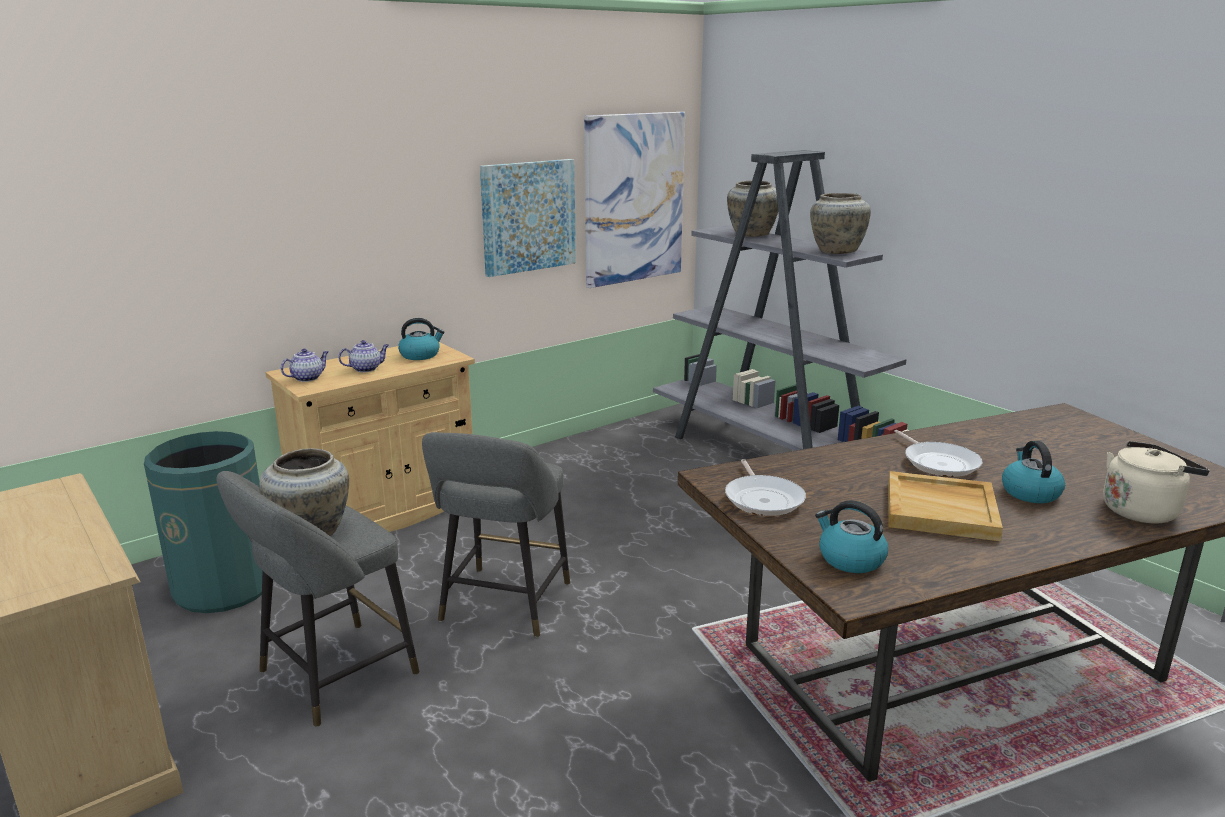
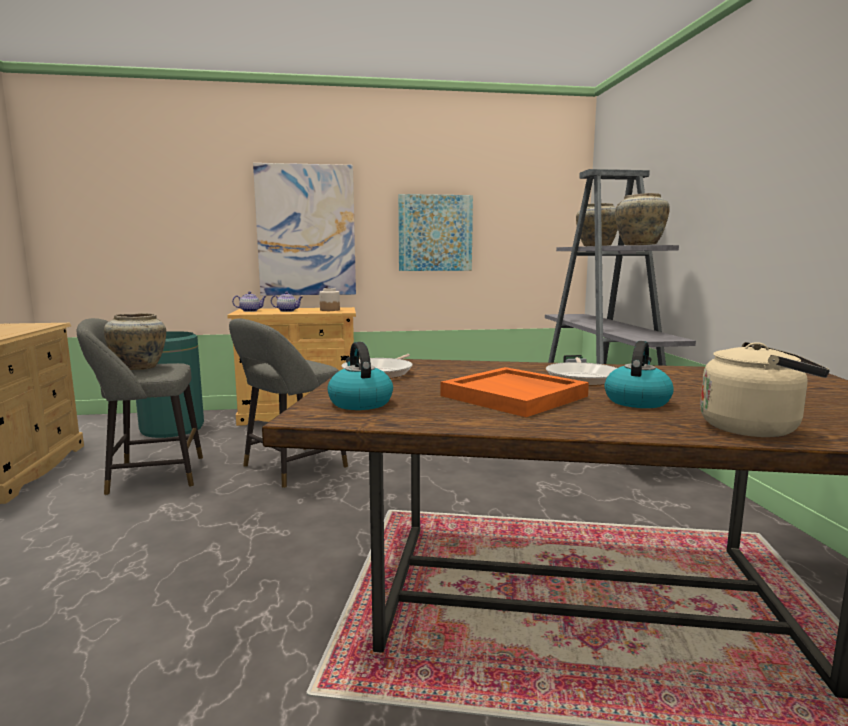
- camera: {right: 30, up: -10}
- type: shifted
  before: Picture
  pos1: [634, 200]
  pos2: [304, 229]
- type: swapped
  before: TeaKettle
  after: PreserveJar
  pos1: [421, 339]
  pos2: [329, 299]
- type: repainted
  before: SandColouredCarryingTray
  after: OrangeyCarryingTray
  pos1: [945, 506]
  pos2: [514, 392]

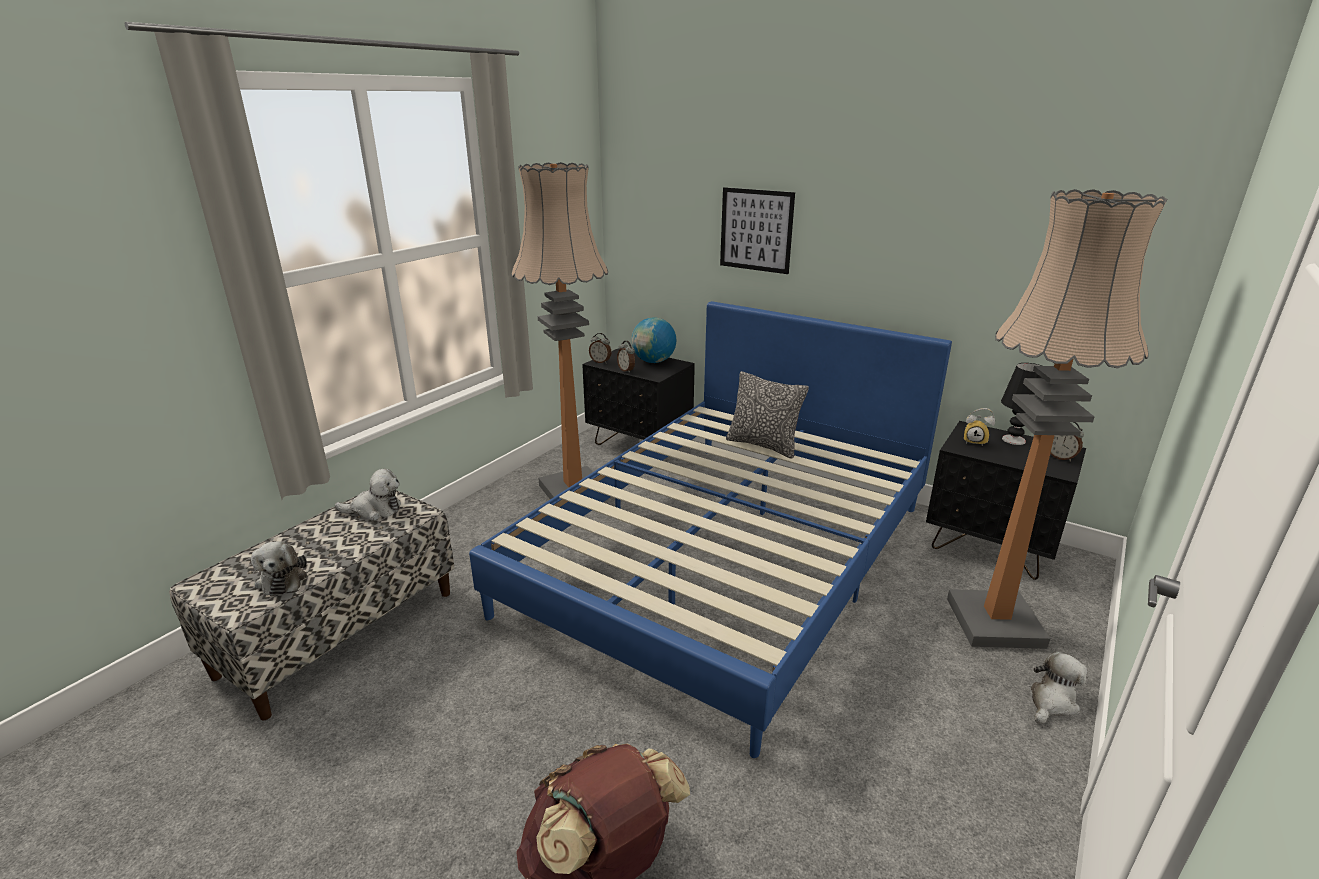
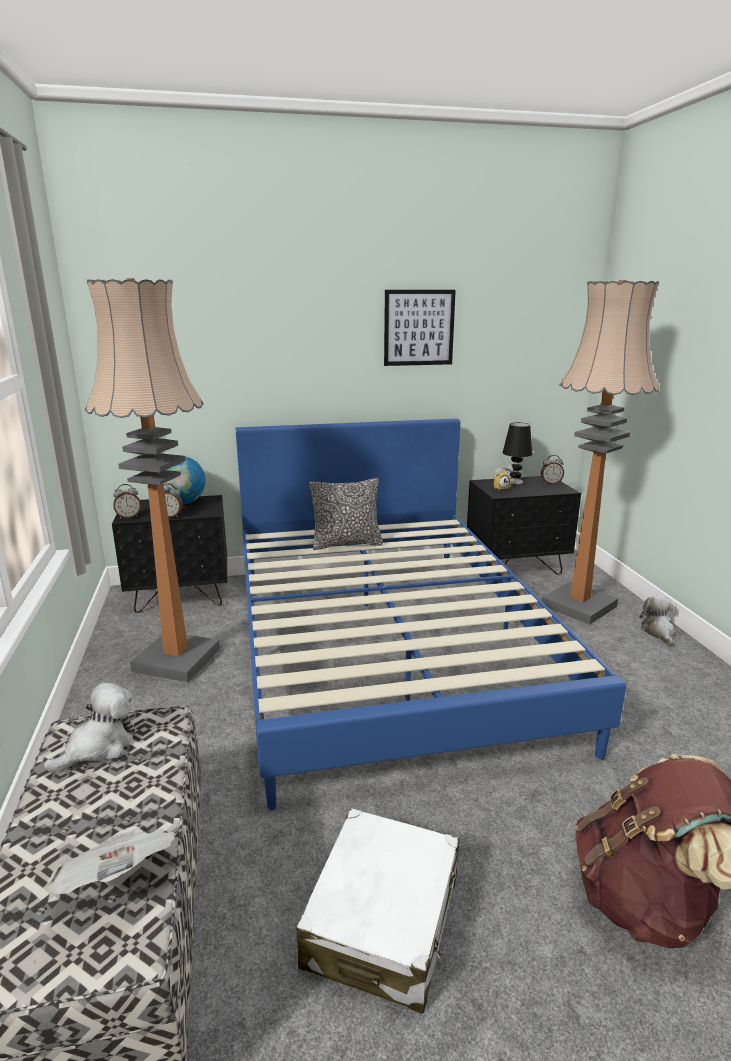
- camera: {right: -45, up: -5}
- type: swapped
  before: PlushToy
  after: DailyPaper
  pos1: [279, 568]
  pos2: [110, 860]
- type: new
  after: WhitishTravelCase
  pos2: [378, 910]
- type: shifted
  before: Picture
  pos1: [757, 230]
  pos2: [420, 328]

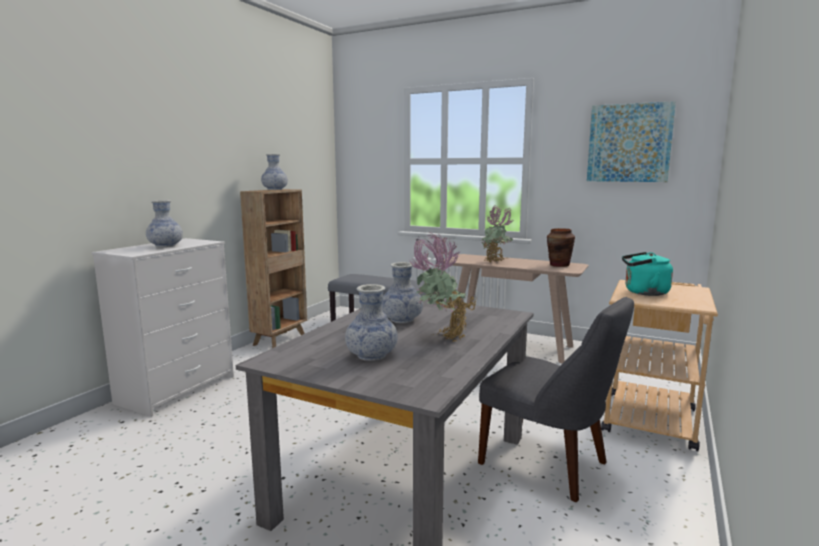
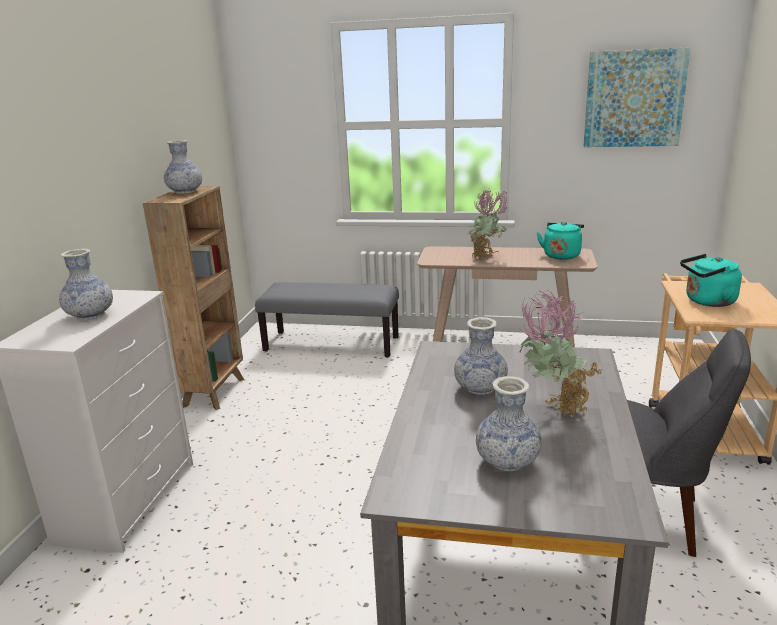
- camera: {right: -15, up: 10}
- type: swapped
  before: BrownishFlowerVase
  after: TurquoiseTeaKettle
  pos1: [561, 247]
  pos2: [560, 241]

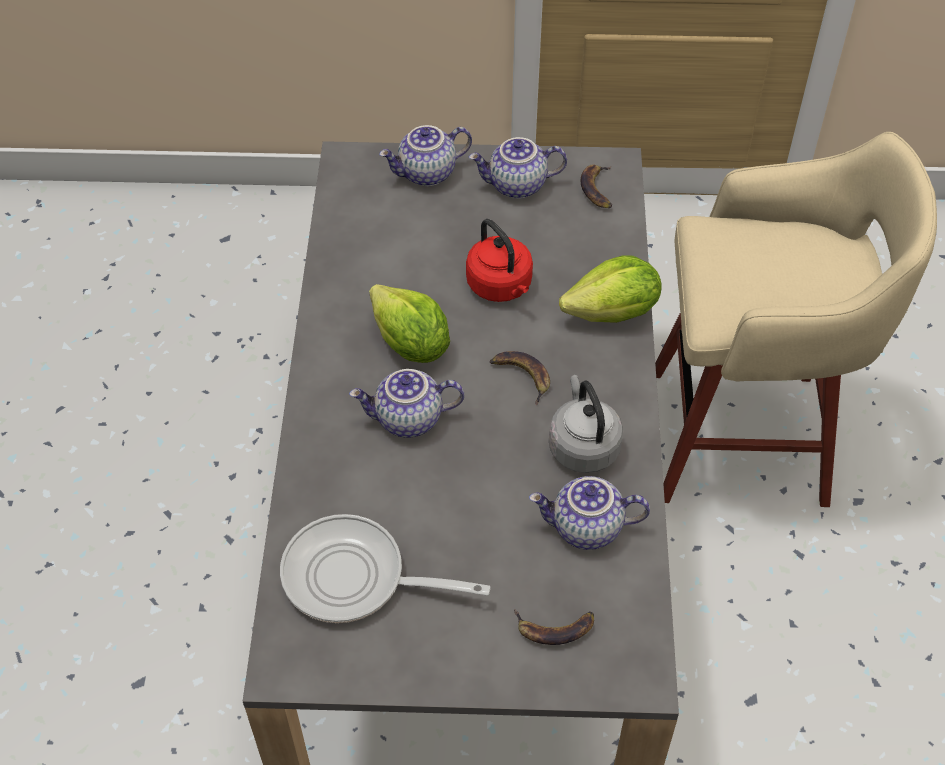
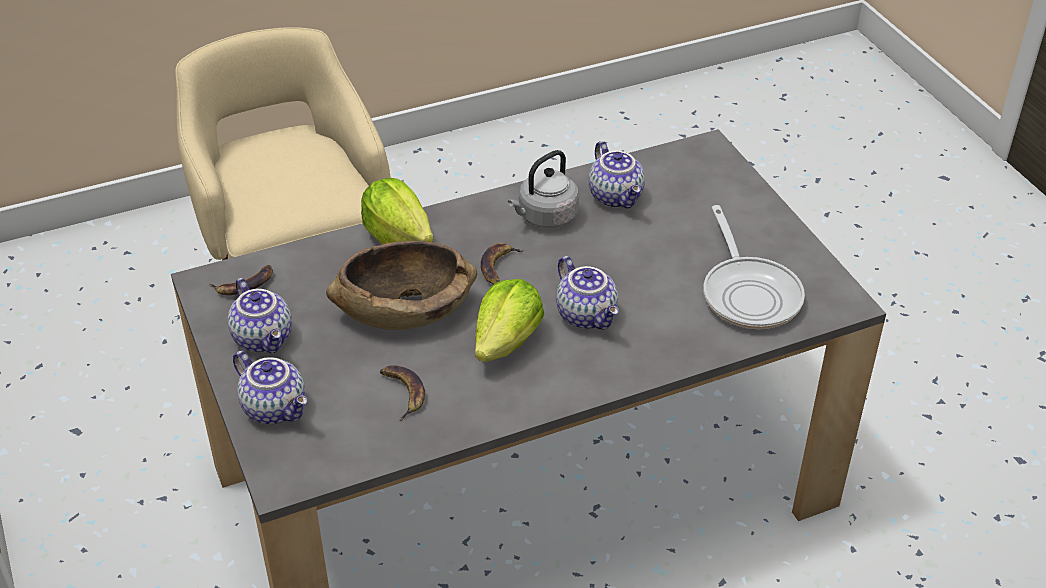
- camera: {right: -115, up: -10}
- type: swapped
  before: RedTeaKettle
  after: BrownishBowl
  pos1: [499, 260]
  pos2: [401, 285]
- type: shifted
  before: BananaFruit
  pos1: [554, 627]
  pos2: [402, 393]

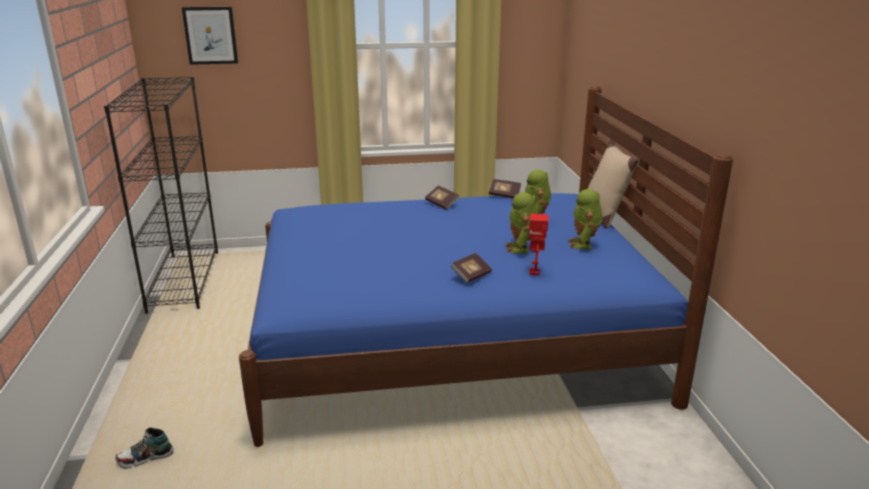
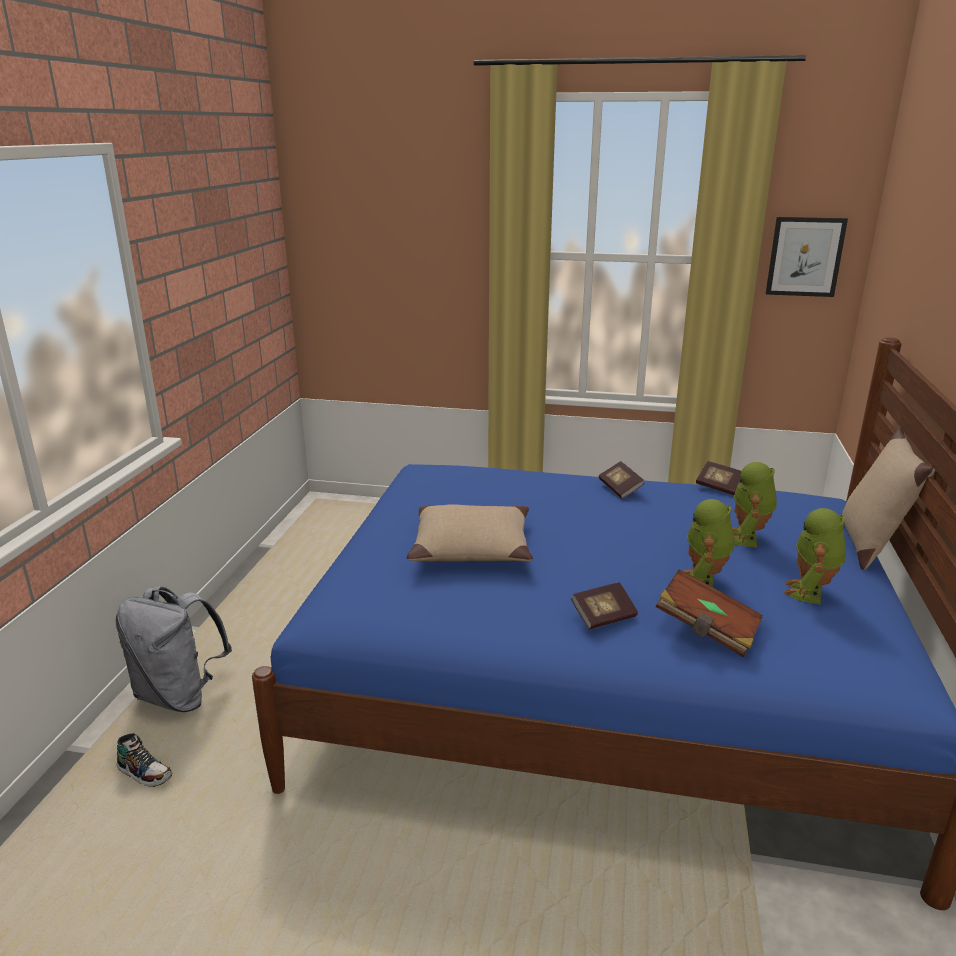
- camera: {right: 20, up: 0}
- type: new
  after: GrayBackpack
  pos2: [174, 649]
- type: rotated
  before: LowShoe
  pos1: [144, 448]
  pos2: [144, 760]
  turn: -150
- type: new
  after: SandColouredThrowPillow
  pos2: [470, 533]
- type: swapped
  before: ModelRobot
  after: BrownishBook
  pos1: [539, 244]
  pos2: [709, 613]
- type: shifted
  before: Picture
  pos1: [210, 36]
  pos2: [807, 257]
- type: gone
  before: BlackColouredBookshelf
  pos1: [161, 195]

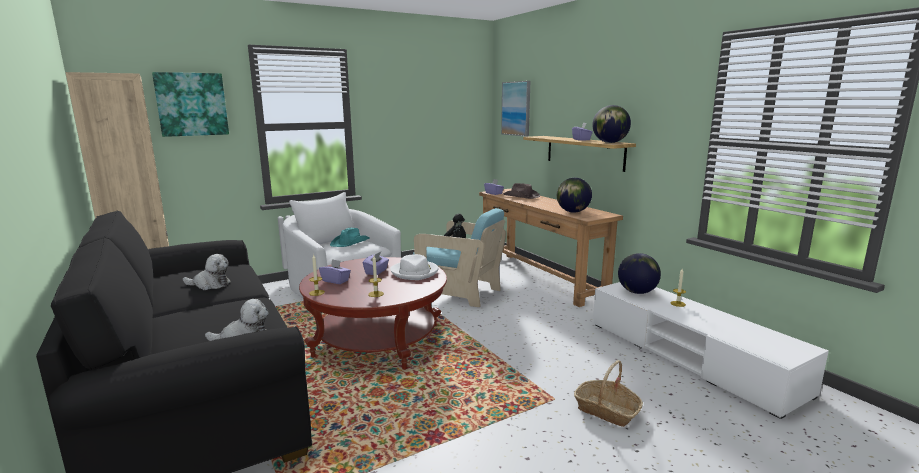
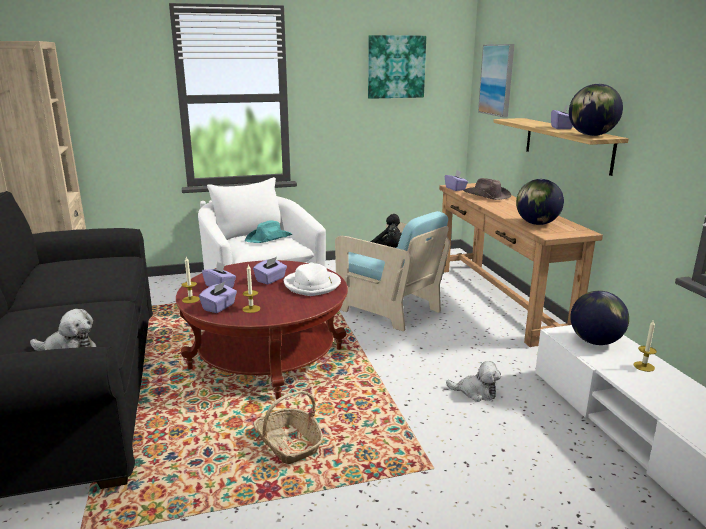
- camera: {right: 15, up: 5}
- type: new
  after: PurpleBoxOfTissues
  pos2: [218, 297]
- type: shifted
  before: StorageBasket
  pos1: [608, 393]
  pos2: [288, 427]
- type: shifted
  before: Picture
  pos1: [190, 104]
  pos2: [397, 67]
- type: shifted
  before: PlushToy
  pos1: [207, 272]
  pos2: [473, 381]

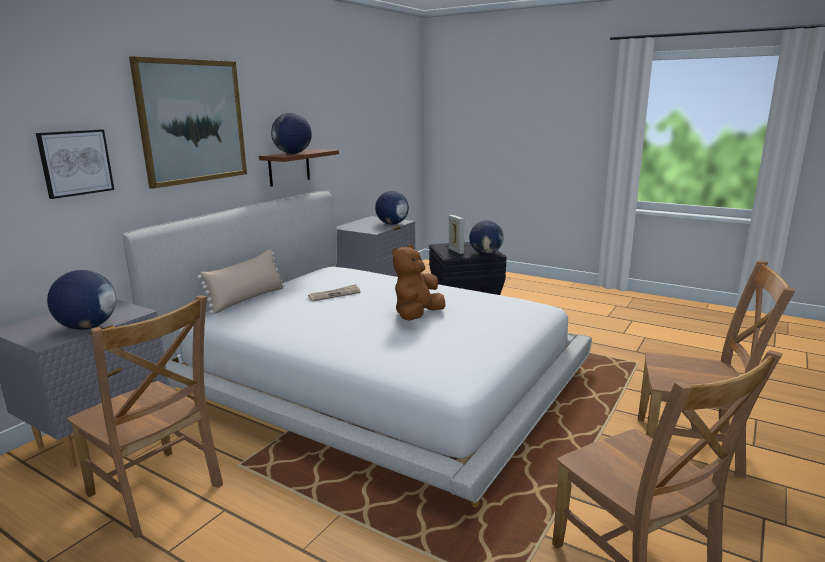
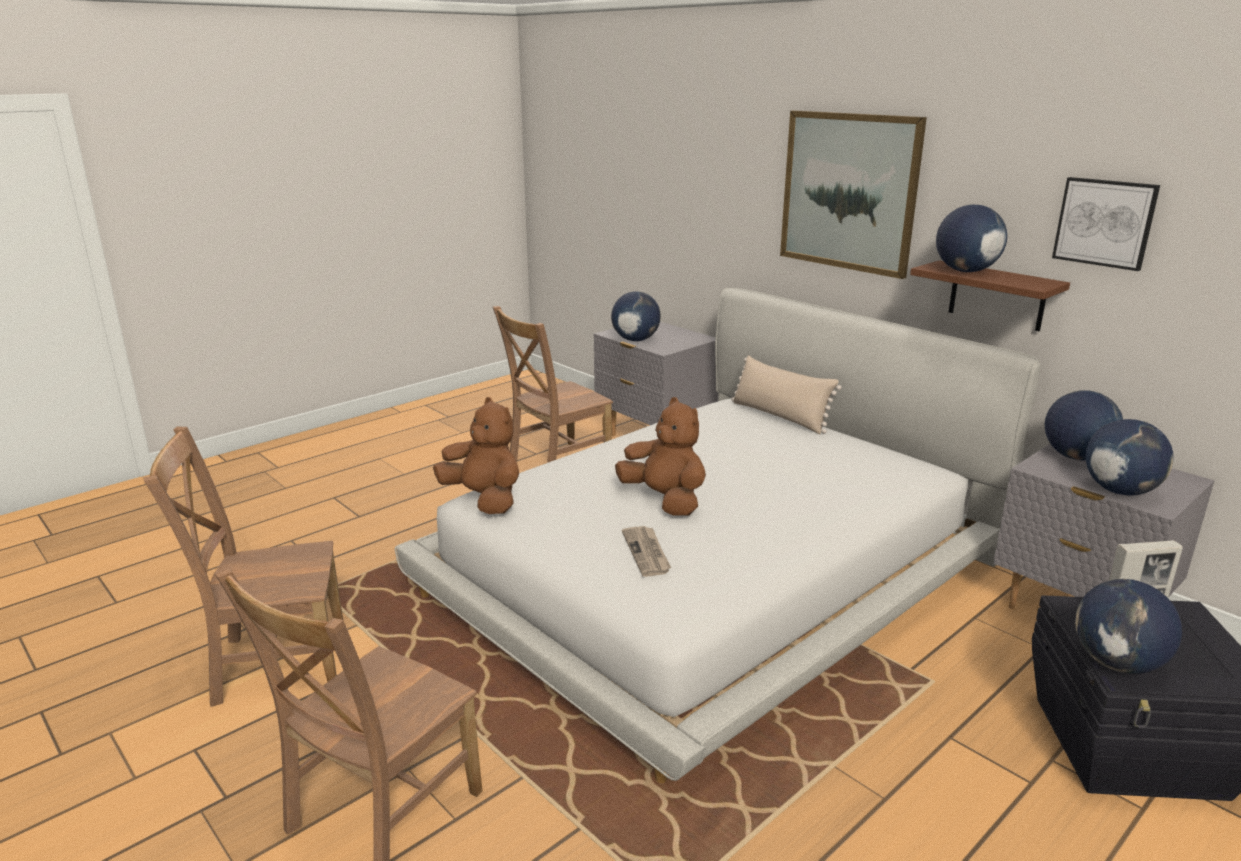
- camera: {right: 105, up: 5}
- type: new
  after: BrownishPlushToy
  pos2: [476, 455]
- type: shifted
  before: DailyPaper
  pos1: [334, 292]
  pos2: [646, 551]
- type: new
  after: Globe
  pos2: [1084, 425]
- type: shifted
  before: Picture
  pos1: [75, 164]
  pos2: [1106, 224]

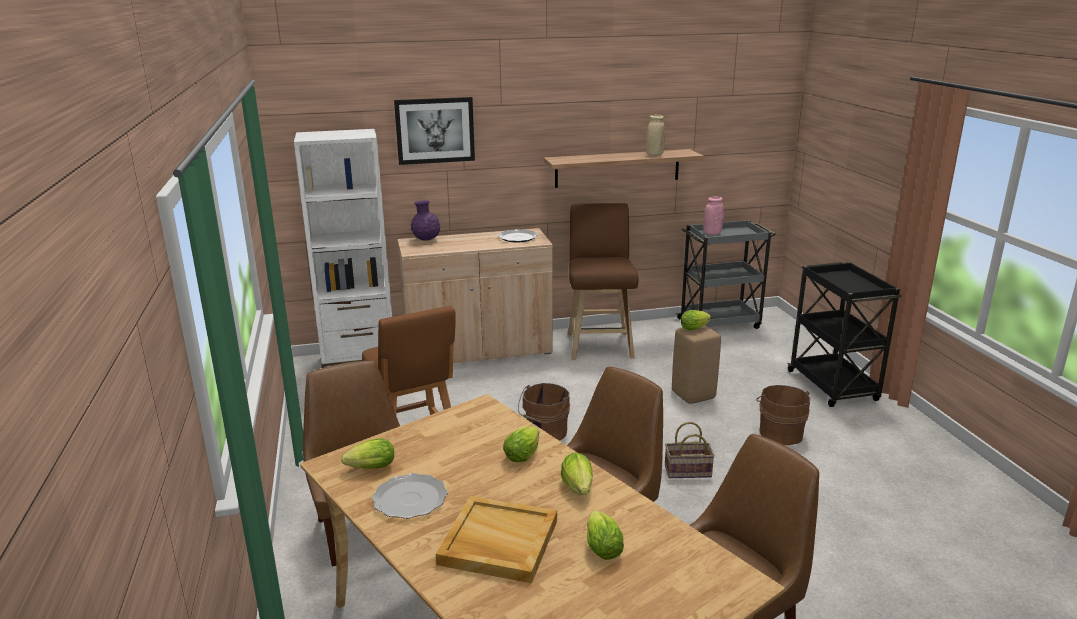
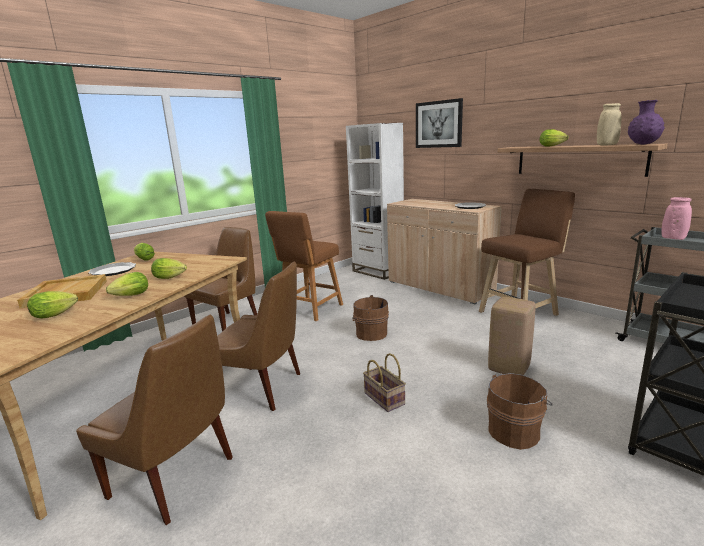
- camera: {right: 60, up: -5}
- type: shifted
  before: Lettuce
  pos1: [696, 320]
  pos2: [553, 138]
- type: shifted
  before: PurpleFlowerVase
  pos1: [425, 220]
  pos2: [646, 122]

